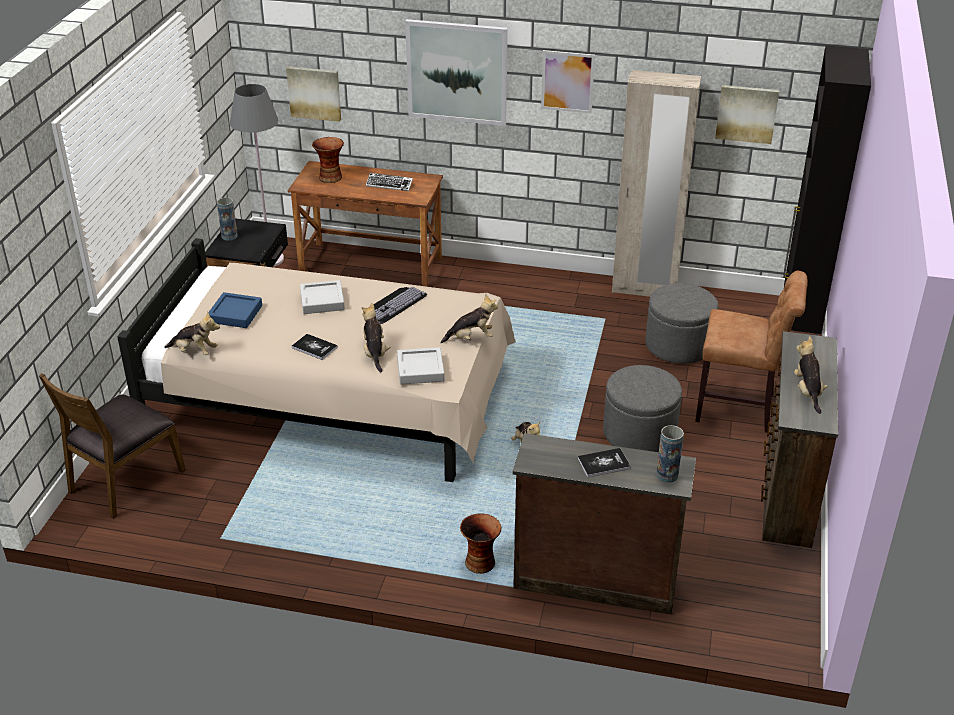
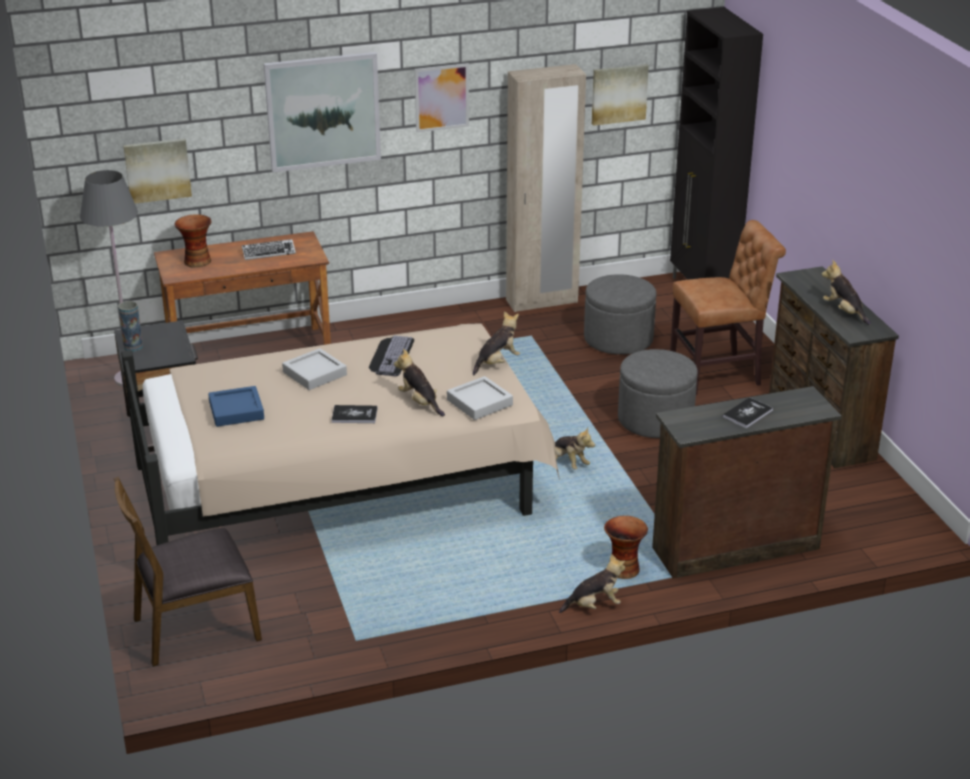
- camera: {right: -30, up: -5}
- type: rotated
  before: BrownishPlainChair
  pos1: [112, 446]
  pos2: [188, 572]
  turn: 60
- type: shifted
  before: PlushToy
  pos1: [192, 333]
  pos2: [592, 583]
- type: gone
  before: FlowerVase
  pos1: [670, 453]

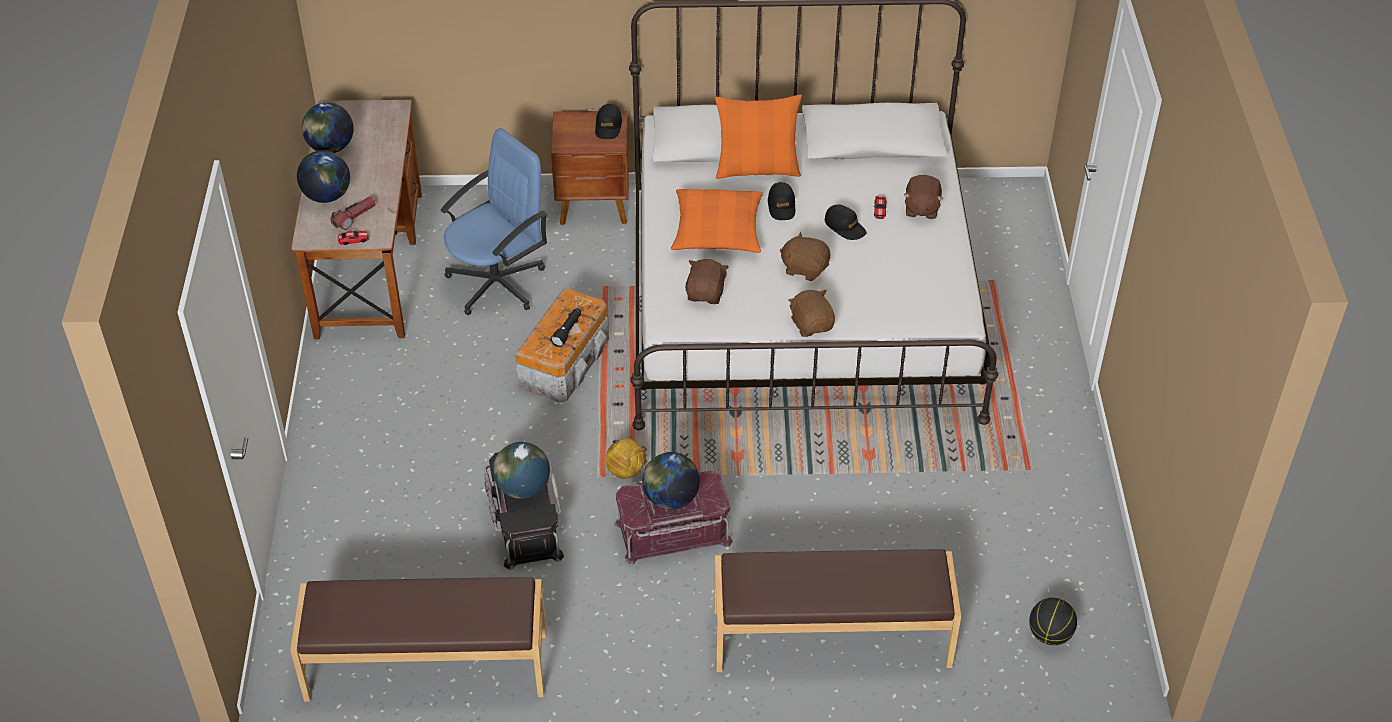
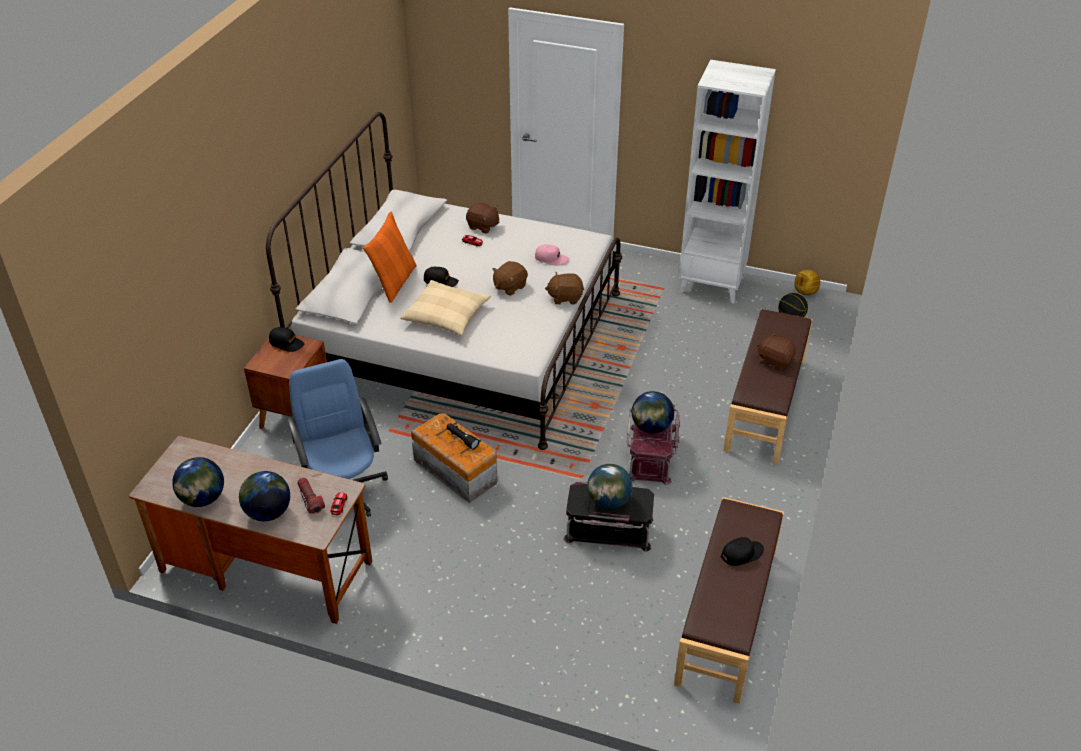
- camera: {right: -70, up: -5}
- type: repainted
  before: OrangeyThrowPillow
  after: SandColouredThrowPillow
  pos1: [717, 221]
  pos2: [445, 308]
- type: new
  after: PinkishPeakedCap
  pos2: [552, 255]
- type: new
  after: WhitishBookshelf
  pos2: [727, 181]
- type: shifted
  before: BlackColouredPeakedCap
  pos1: [846, 222]
  pos2: [742, 551]
- type: shifted
  before: BrownishPlushToy
  pos1: [707, 281]
  pos2: [776, 351]
- type: shifted
  before: Football
  pos1: [626, 458]
  pos2: [807, 283]

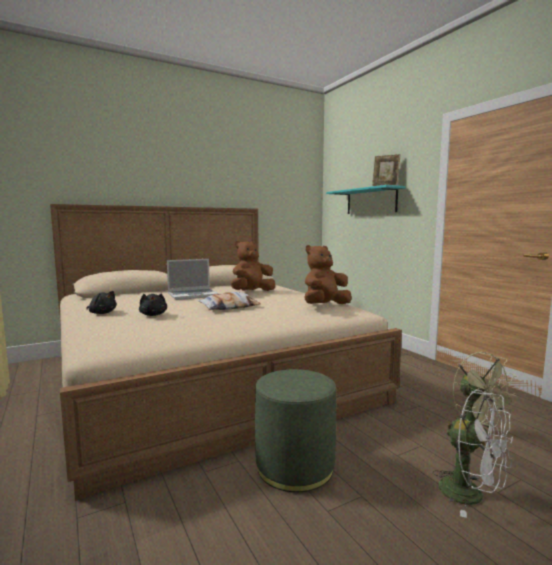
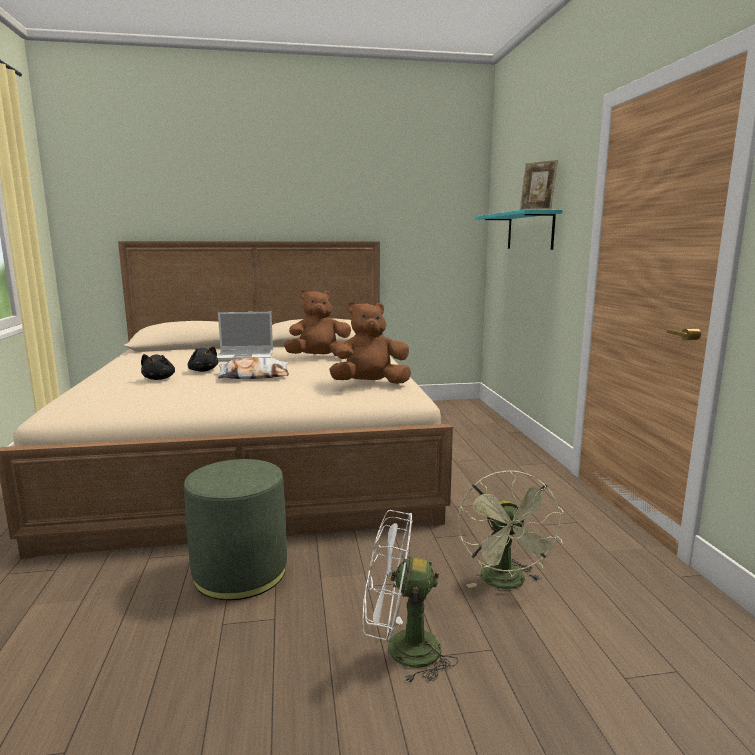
- camera: {right: 20, up: 5}
- type: shifted
  before: BlackColouredPlushToy
  pos1: [102, 302]
  pos2: [203, 359]
- type: rotated
  before: WhitishElectricFan
  pos1: [472, 454]
  pos2: [410, 597]
  turn: 120

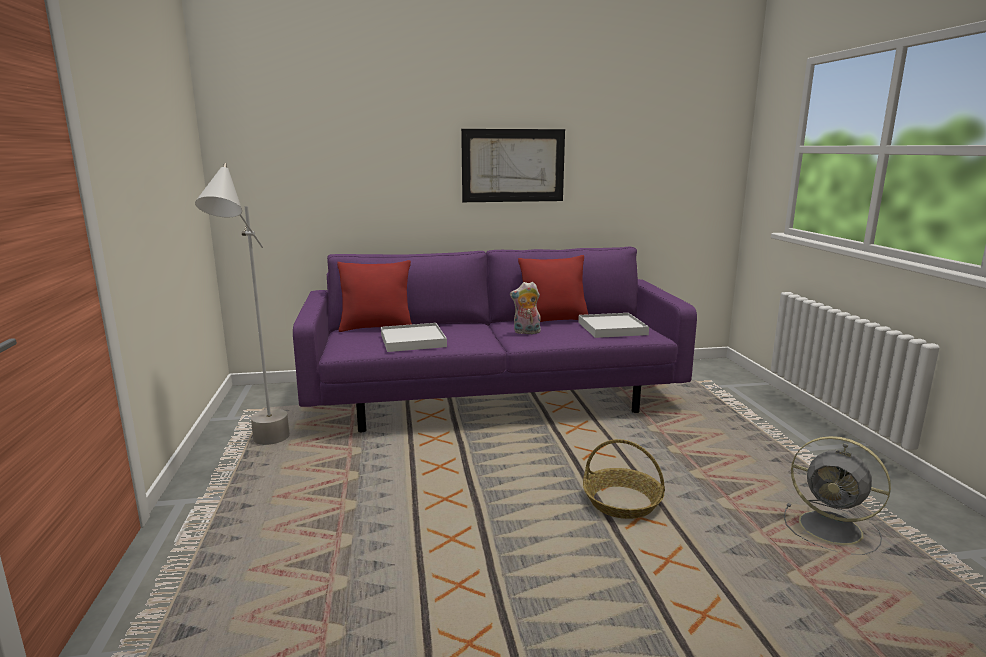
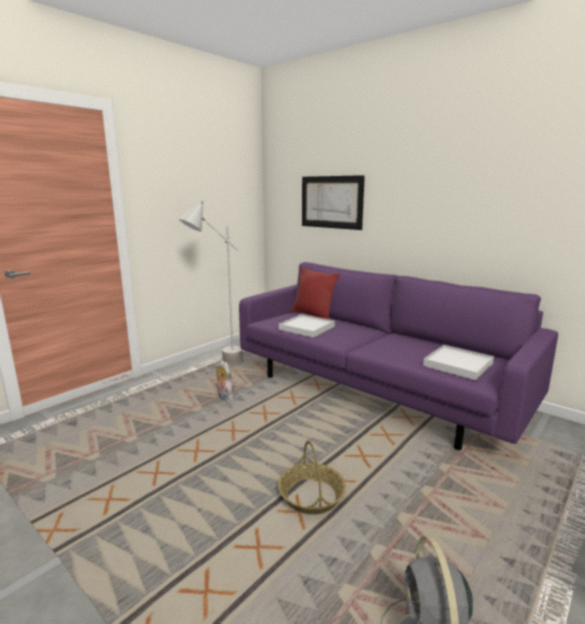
- camera: {right: 50, up: 0}
- type: shifted
  before: PlushToy
  pos1: [525, 308]
  pos2: [225, 380]
- type: shifted
  before: Picture
  pos1: [513, 165]
  pos2: [333, 202]
- type: gone
  before: RedThrowPillow
  pos1: [553, 288]

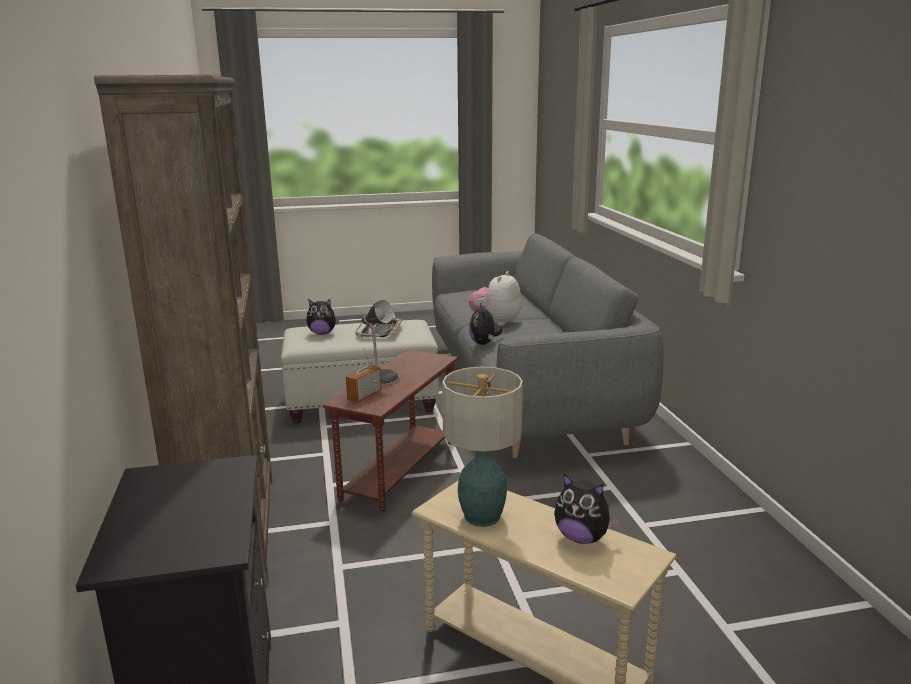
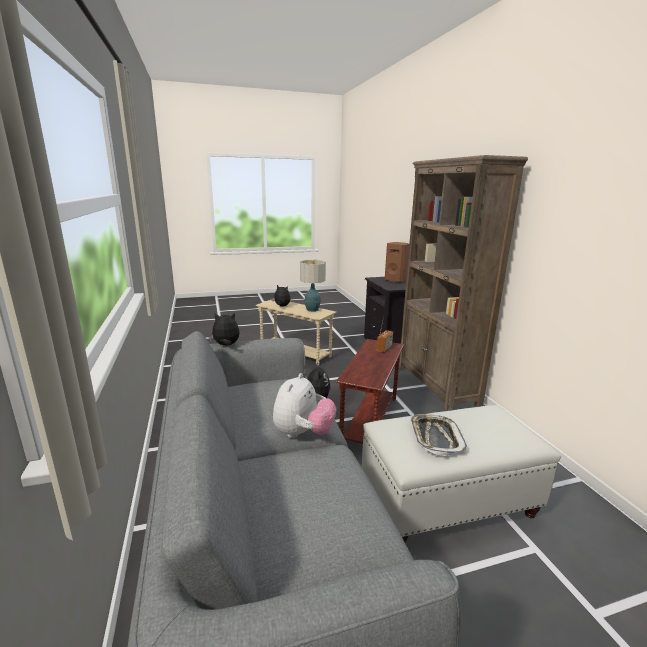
- camera: {right: 175, up: 0}
- type: shifted
  before: PlushToy
  pos1: [322, 317]
  pos2: [224, 329]
- type: new
  after: BrownishSpeaker
  pos2: [397, 262]
- type: gone
  before: TableLamp
  pos1: [380, 343]

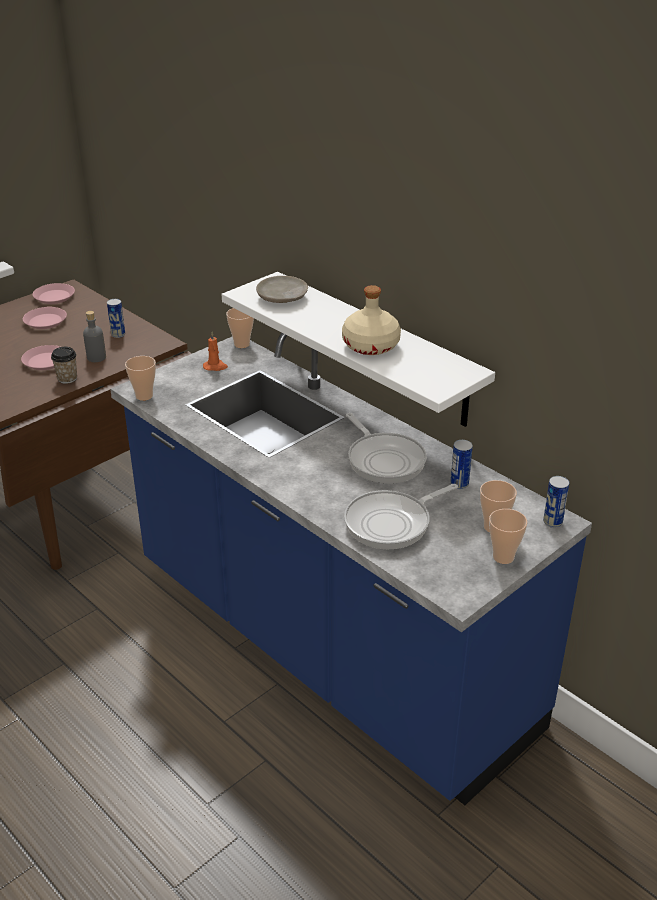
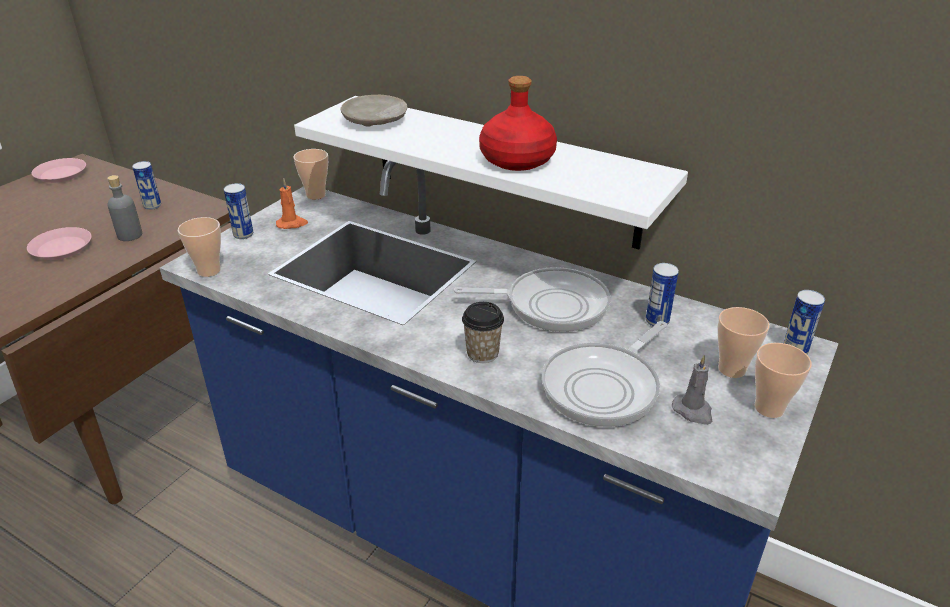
- camera: {right: -15, up: 0}
- type: new
  after: MetalCan
  pos2: [238, 211]
- type: rotated
  before: Pan
  pos1: [386, 448]
  pos2: [532, 299]
  turn: -45
- type: shifted
  before: Cup
  pos1: [64, 365]
  pos2: [483, 332]
- type: repainted
  before: SandColouredBeverageBottle
  after: RedBeverageBottle
  pos1: [371, 320]
  pos2: [518, 123]
- type: new
  after: GrayWaxLight
  pos2: [692, 390]
- type: gone
  before: PinkishPlate
  pos1: [45, 318]

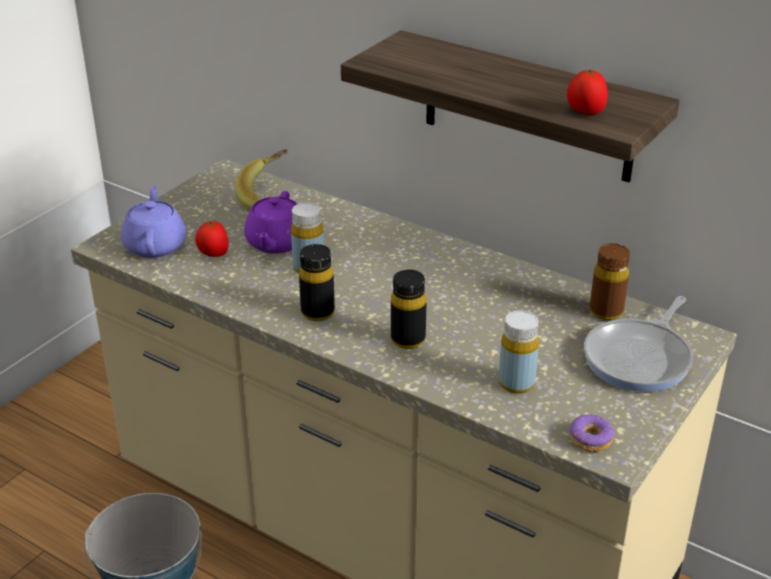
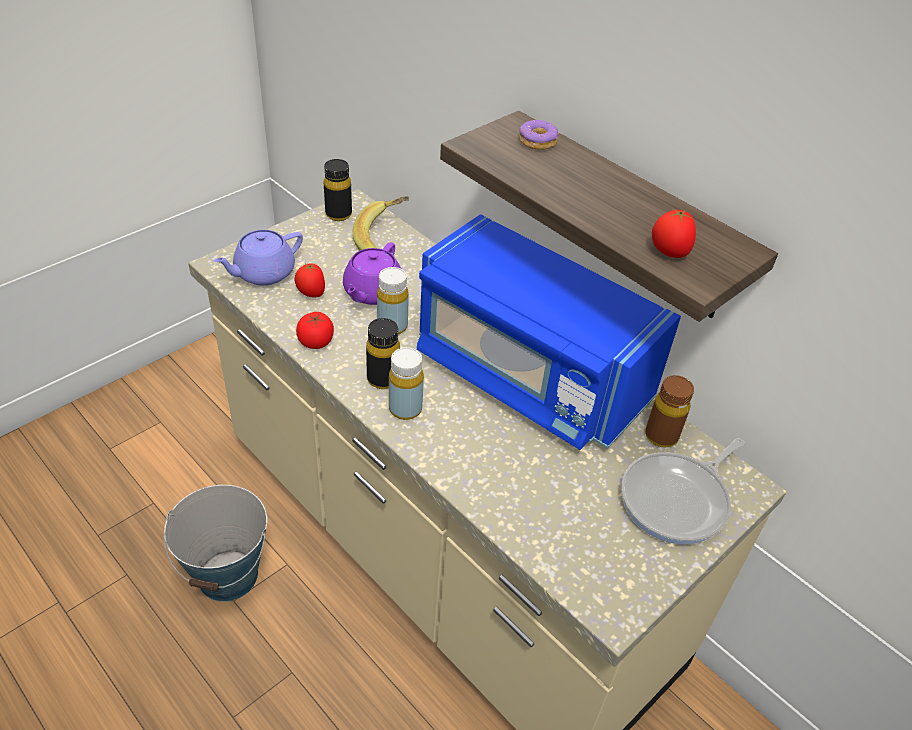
- camera: {right: 10, up: 10}
- type: rotated
  before: PurpleTeapot
  pos1: [153, 221]
  pos2: [258, 258]
  turn: -135
- type: new
  after: WholeTomato
  pos2: [315, 330]
- type: shifted
  before: BlackColouredBeverageBottle
  pos1: [409, 309]
  pos2: [338, 190]
- type: shifted
  before: YellowBeverageBottle
  pos1: [518, 352]
  pos2: [406, 383]
- type: new
  after: BlueColouredKitchenMicrowave
  pos2: [549, 332]
- type: shifted
  before: RingDoughnut
  pos1: [592, 433]
  pos2: [539, 135]

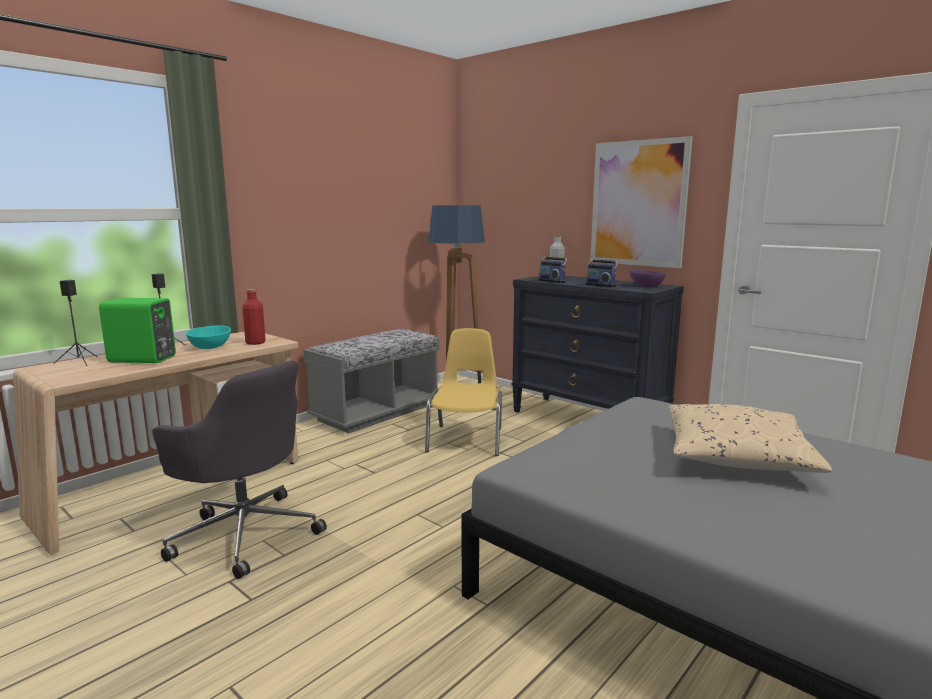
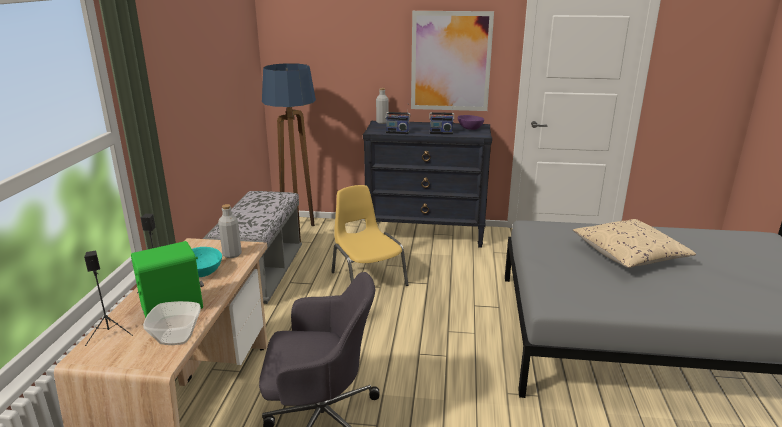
- camera: {right: -35, up: 10}
- type: new
  after: Bowl
  pos2: [172, 323]
- type: repainted
  before: RedBeverageBottle
  after: GrayBeverageBottle
  pos1: [254, 317]
  pos2: [230, 231]

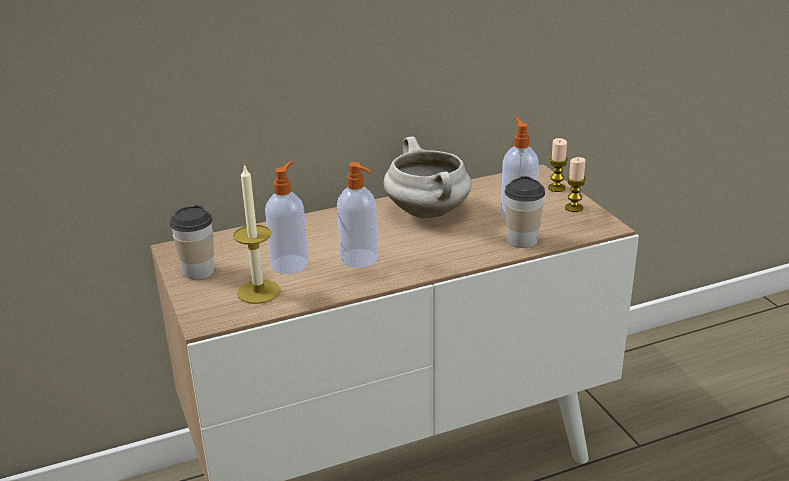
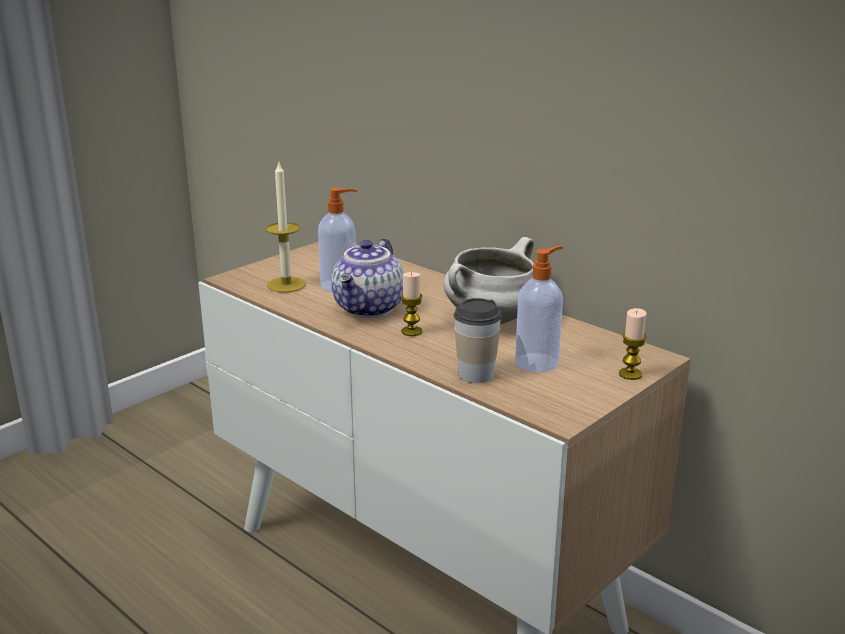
- camera: {right: 65, up: -5}
- type: swapped
  before: SoapBottle
  after: Teapot
  pos1: [357, 215]
  pos2: [367, 278]
- type: shifted
  before: WaxLight
  pos1: [575, 184]
  pos2: [411, 304]
- type: gone
  before: Cup
  pos1: [192, 242]

